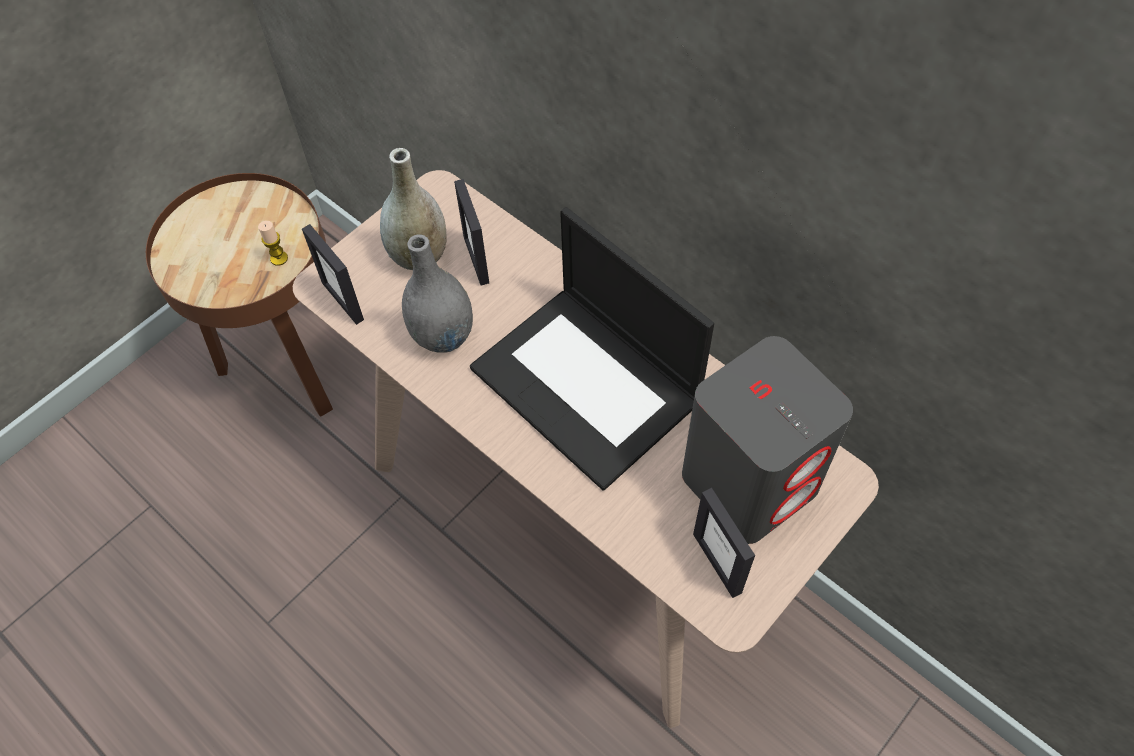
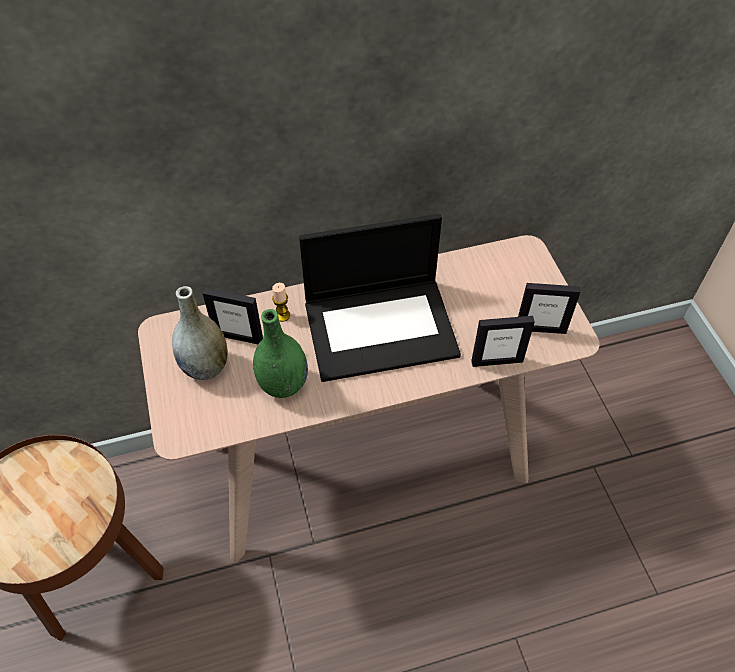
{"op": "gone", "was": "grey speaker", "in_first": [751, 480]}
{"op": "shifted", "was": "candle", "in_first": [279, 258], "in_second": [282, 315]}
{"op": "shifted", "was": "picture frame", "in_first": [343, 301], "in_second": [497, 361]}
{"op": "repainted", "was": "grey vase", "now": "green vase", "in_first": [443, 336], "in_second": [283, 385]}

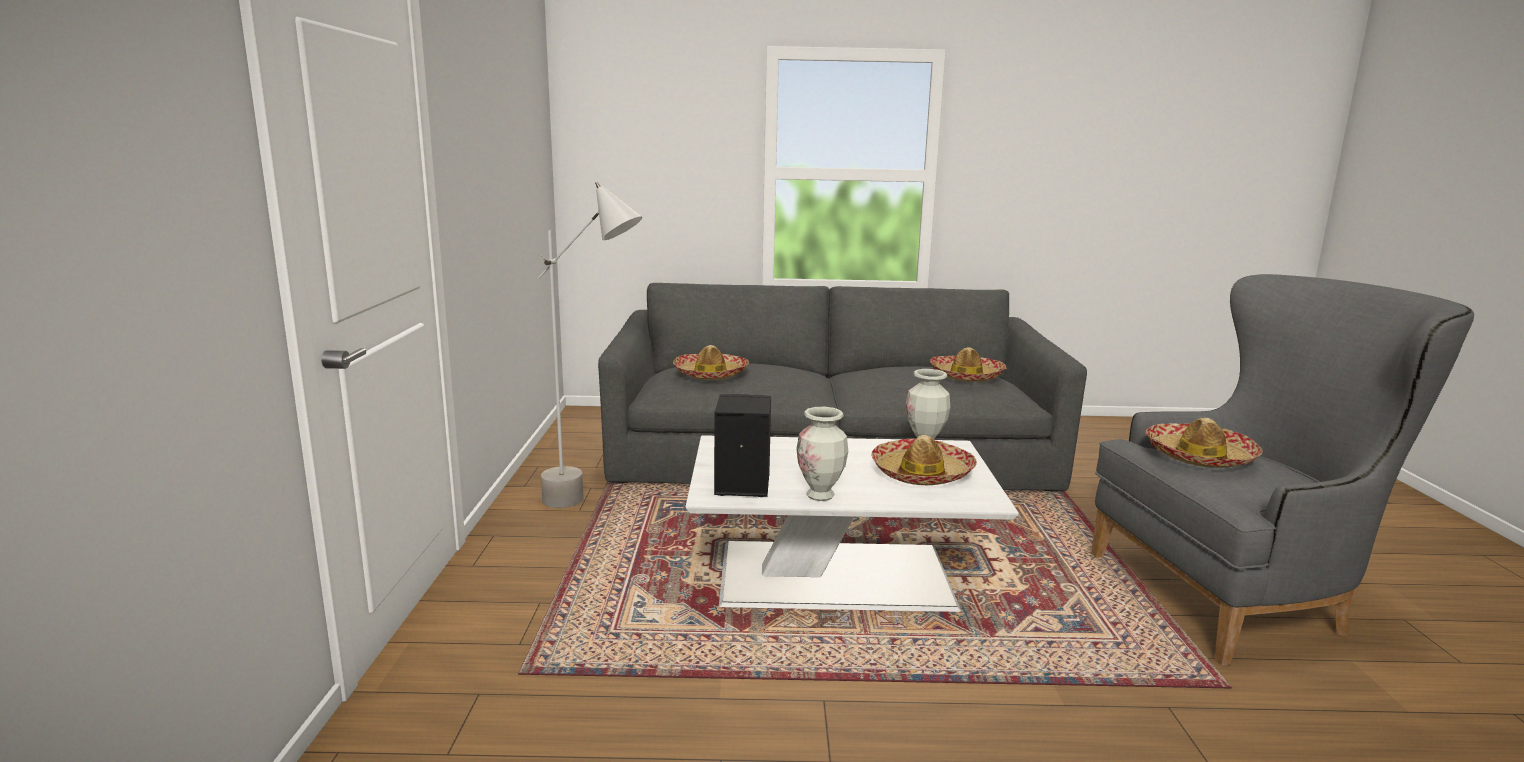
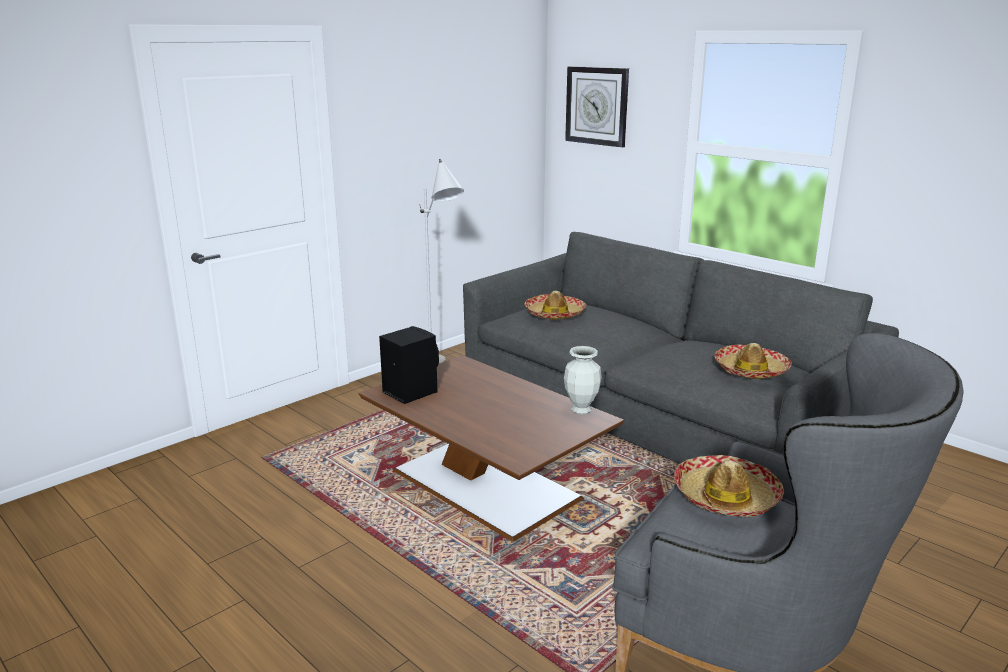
{"op": "gone", "was": "vase", "in_first": [820, 496]}
{"op": "gone", "was": "hat", "in_first": [922, 473]}
{"op": "new", "now": "wall clock", "in_second": [597, 106]}
{"op": "repainted", "was": "whitish coffee table", "now": "brownish coffee table", "in_first": [839, 576], "in_second": [488, 486]}

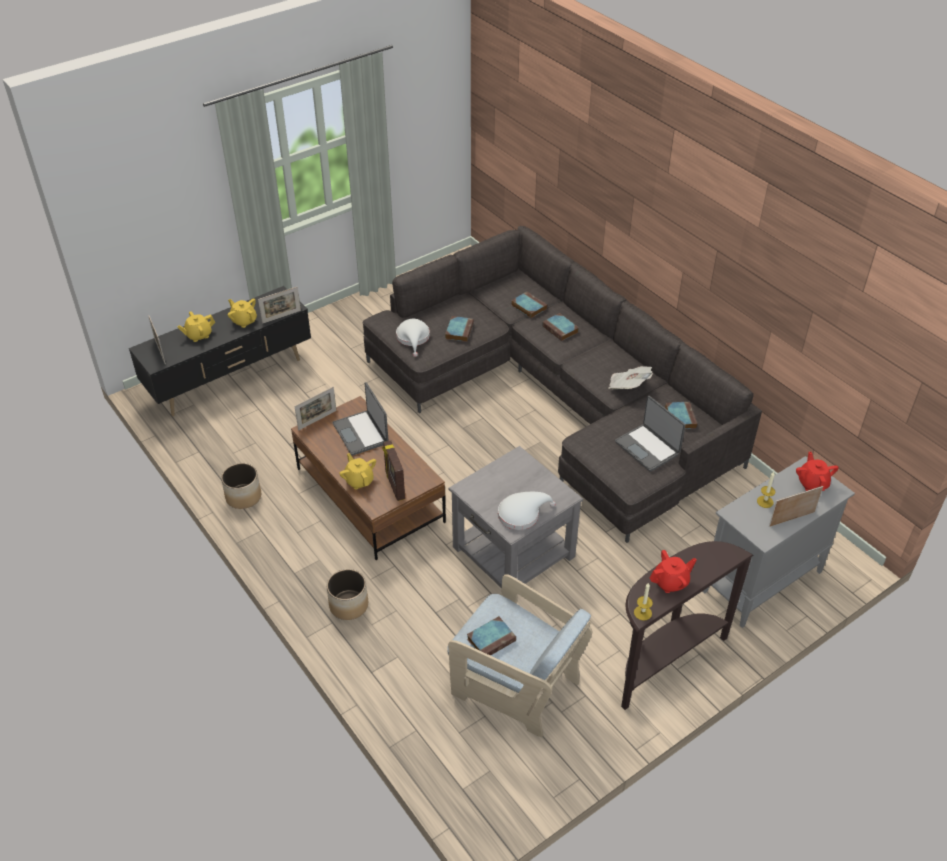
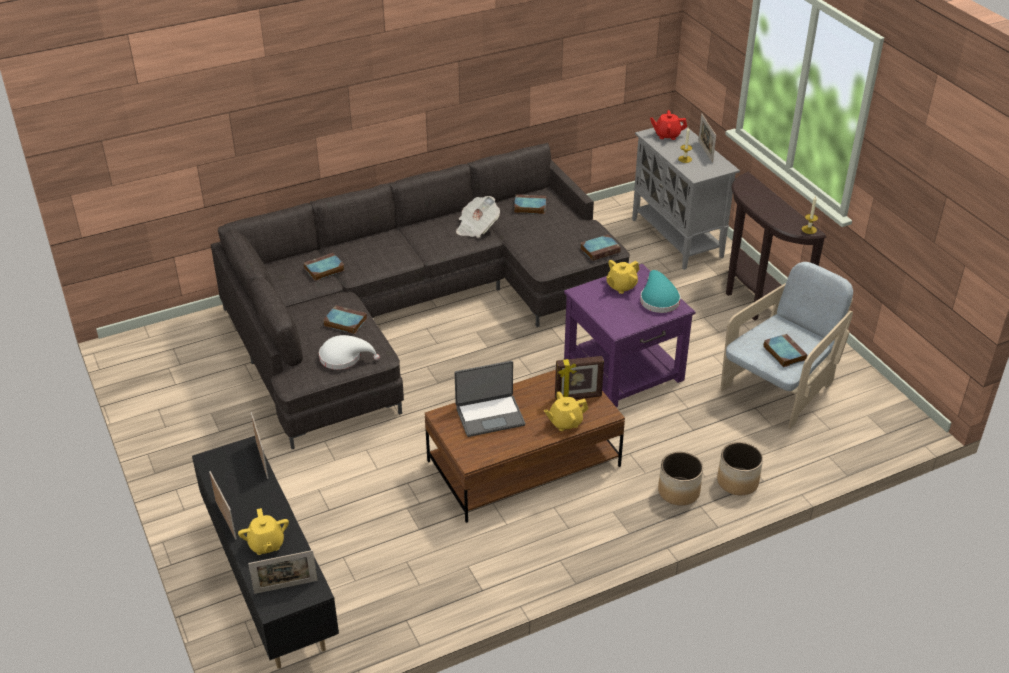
{"op": "gone", "was": "laptop", "in_first": [648, 448]}
{"op": "gone", "was": "red tea pot", "in_first": [671, 582]}
{"op": "shifted", "was": "planter", "in_first": [243, 497], "in_second": [737, 482]}
{"op": "shifted", "was": "yellow tea pot", "in_first": [244, 321], "in_second": [621, 286]}
{"op": "shifted", "was": "picture frame", "in_first": [317, 420], "in_second": [225, 519]}
{"op": "shifted", "was": "volume", "in_first": [561, 329], "in_second": [600, 250]}
{"op": "repainted", "was": "grey end table", "now": "purple end table", "in_first": [513, 552], "in_second": [623, 369]}
{"op": "repainted", "was": "whitish hat", "now": "turquoise hat", "in_first": [522, 514], "in_second": [658, 299]}

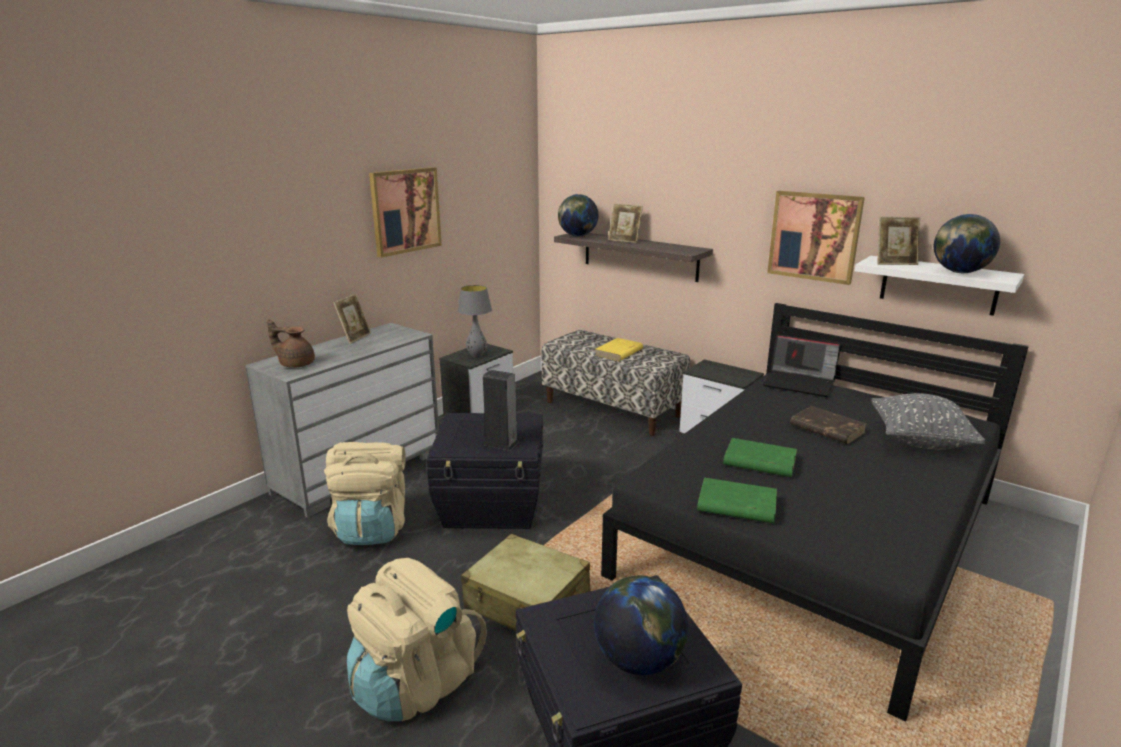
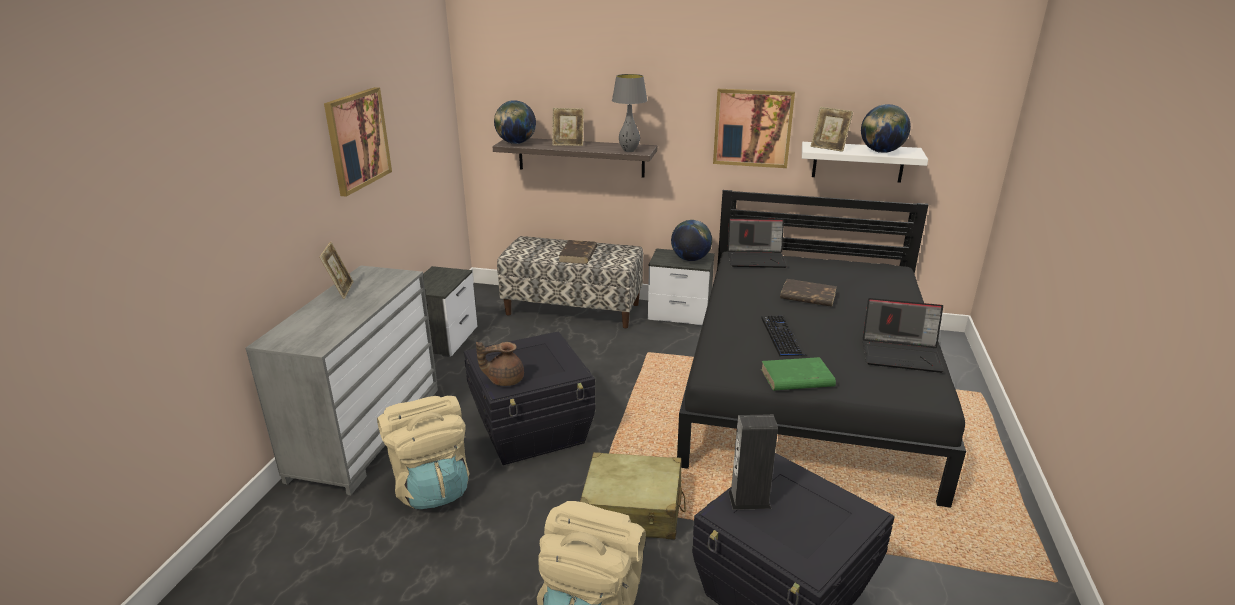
{"op": "gone", "was": "grey cushion", "in_first": [919, 441]}
{"op": "new", "now": "laptop", "in_second": [901, 354]}
{"op": "shifted", "was": "brownish tea pot", "in_first": [296, 364], "in_second": [504, 380]}
{"op": "shifted", "was": "grey table lamp", "in_first": [477, 356], "in_second": [629, 151]}
{"op": "shifted", "was": "speaker", "in_first": [501, 443], "in_second": [749, 500]}
{"op": "shifted", "was": "desk globe", "in_first": [639, 661], "in_second": [690, 259]}
{"op": "swapped", "was": "green volume", "now": "keyboard", "in_first": [759, 461], "in_second": [782, 336]}
{"op": "repainted", "was": "yellow volume", "now": "brownish volume", "in_first": [618, 352], "in_second": [578, 255]}
{"op": "rotated", "was": "picture frame", "in_first": [894, 263], "in_second": [829, 148], "clockwise": 60}

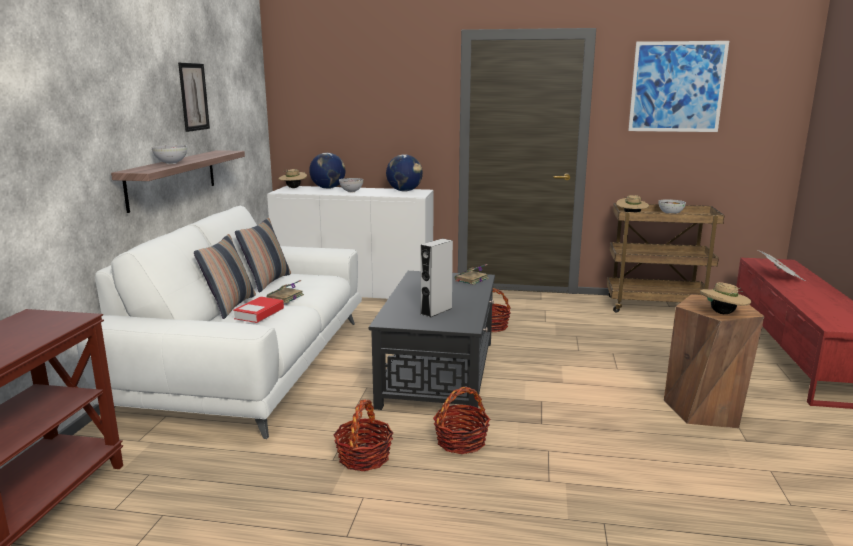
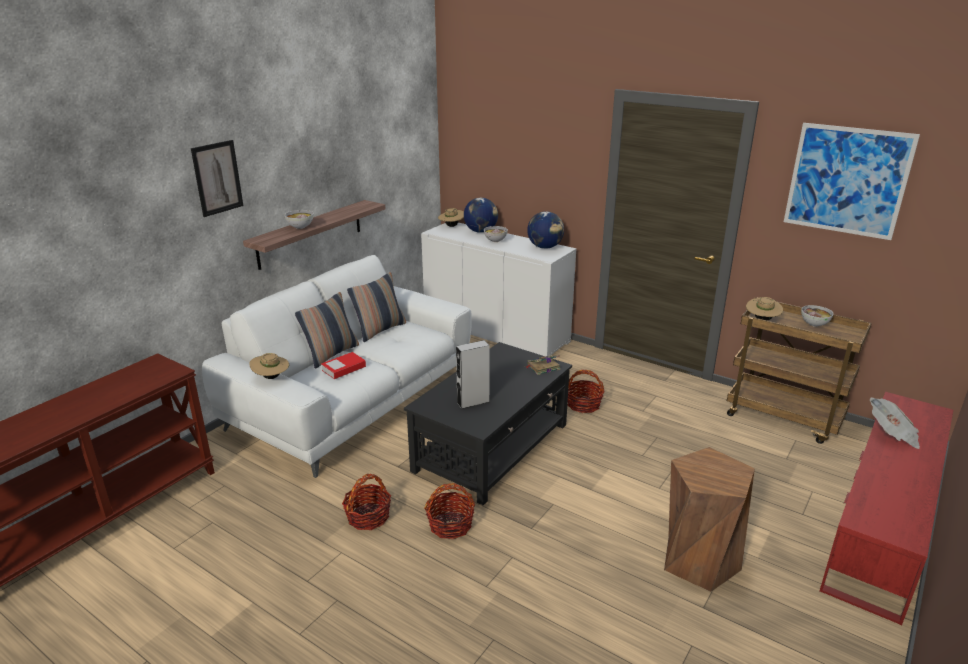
{"op": "gone", "was": "volume", "in_first": [285, 297]}
{"op": "shifted", "was": "wall art", "in_first": [193, 97], "in_second": [217, 178]}
{"op": "shifted", "was": "sand-coloured hat", "in_first": [722, 313], "in_second": [271, 377]}

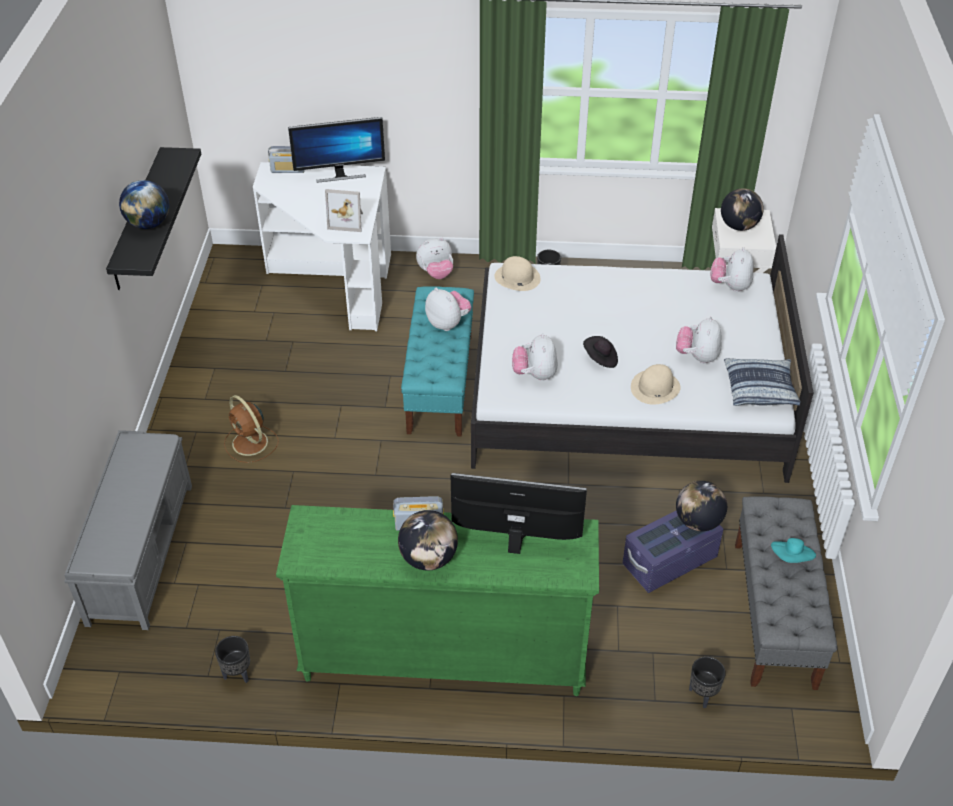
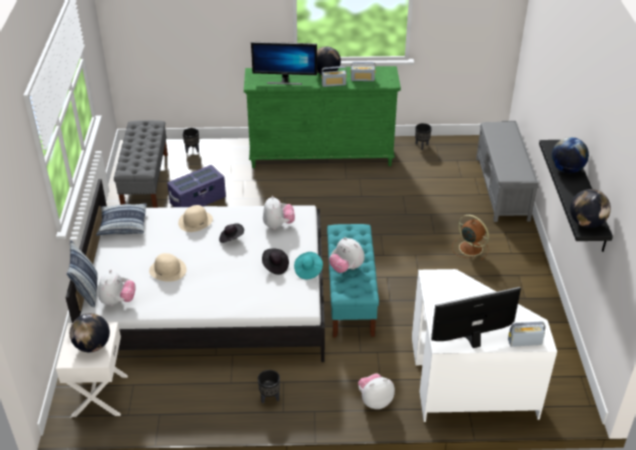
{"op": "gone", "was": "picture frame", "in_first": [347, 221]}
{"op": "gone", "was": "cuddly toy", "in_first": [697, 357]}
{"op": "new", "now": "cushion", "in_second": [87, 291]}
{"op": "new", "now": "black hat", "in_second": [275, 266]}
{"op": "new", "now": "radio receiver", "in_second": [362, 79]}
{"op": "shifted", "was": "sand-coloured hat", "in_first": [517, 277], "in_second": [168, 270]}
{"op": "shifted", "was": "desk globe", "in_first": [698, 522], "in_second": [586, 223]}
{"op": "shifted", "was": "turquoise hat", "in_first": [791, 558], "in_second": [308, 270]}

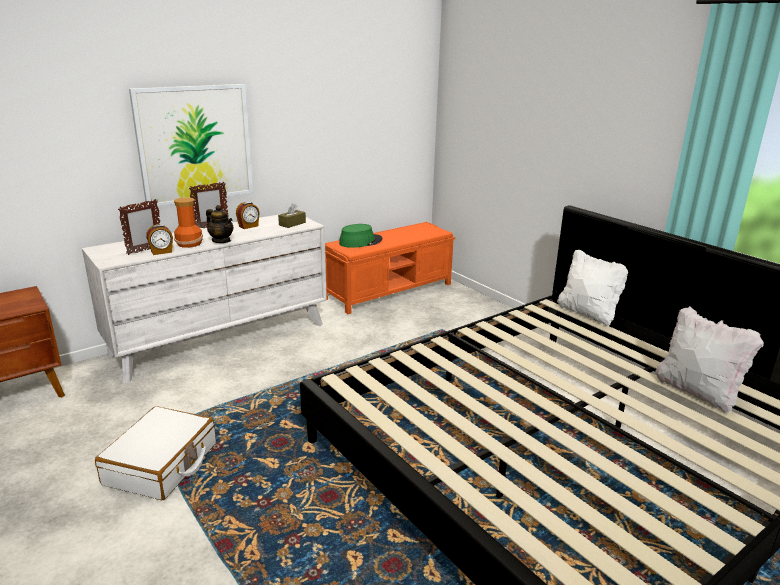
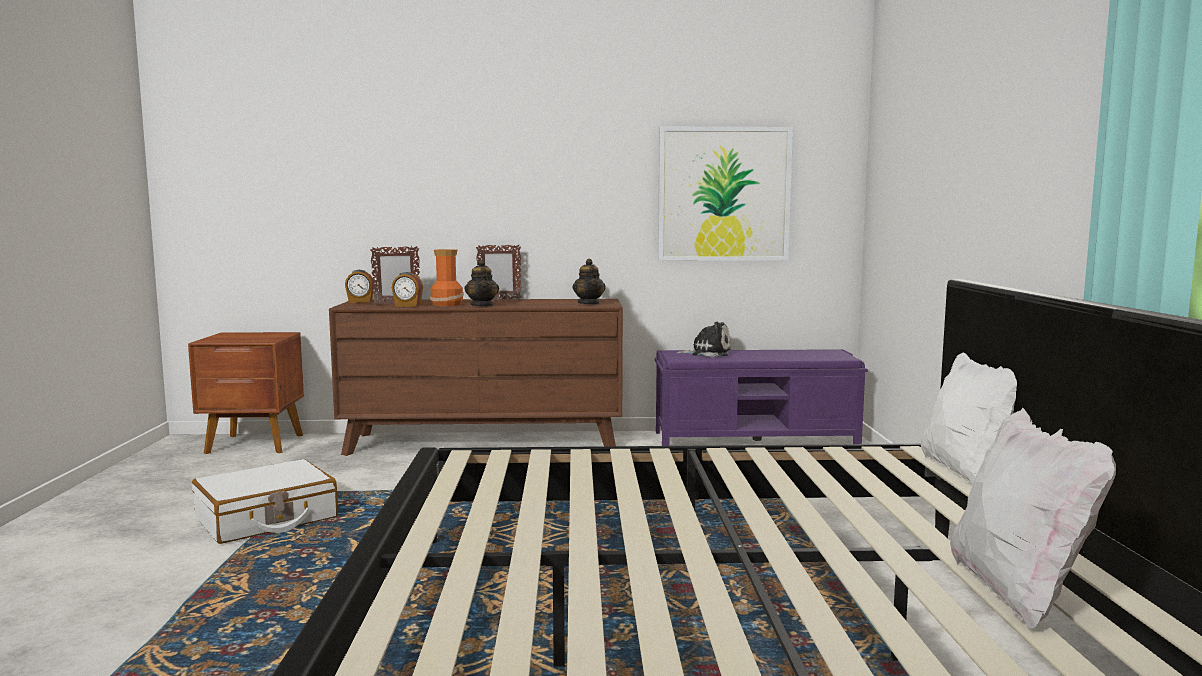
{"op": "shifted", "was": "wall art", "in_first": [195, 144], "in_second": [724, 194]}
{"op": "shifted", "was": "alarm clock", "in_first": [248, 226], "in_second": [360, 302]}
{"op": "swapped", "was": "brownish tissue box", "now": "tea pot", "in_first": [292, 224], "in_second": [589, 303]}
{"op": "swapped", "was": "green hat", "now": "cuddly toy", "in_first": [360, 241], "in_second": [708, 353]}
{"op": "repainted", "was": "whitish dresser", "now": "brownish dresser", "in_first": [221, 339], "in_second": [484, 443]}
{"op": "repainted", "was": "orange-coloured indoor bench", "now": "purple indoor bench", "in_first": [390, 291], "in_second": [756, 439]}

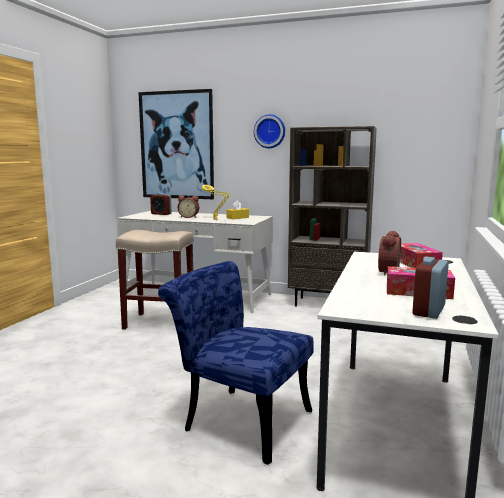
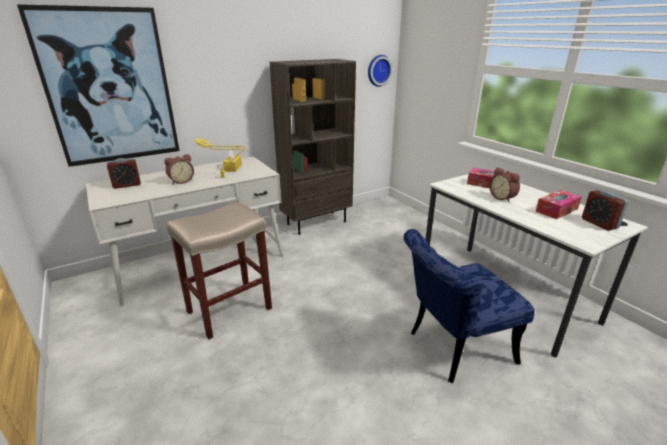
{"op": "shifted", "was": "wall clock", "in_first": [270, 131], "in_second": [378, 70]}

